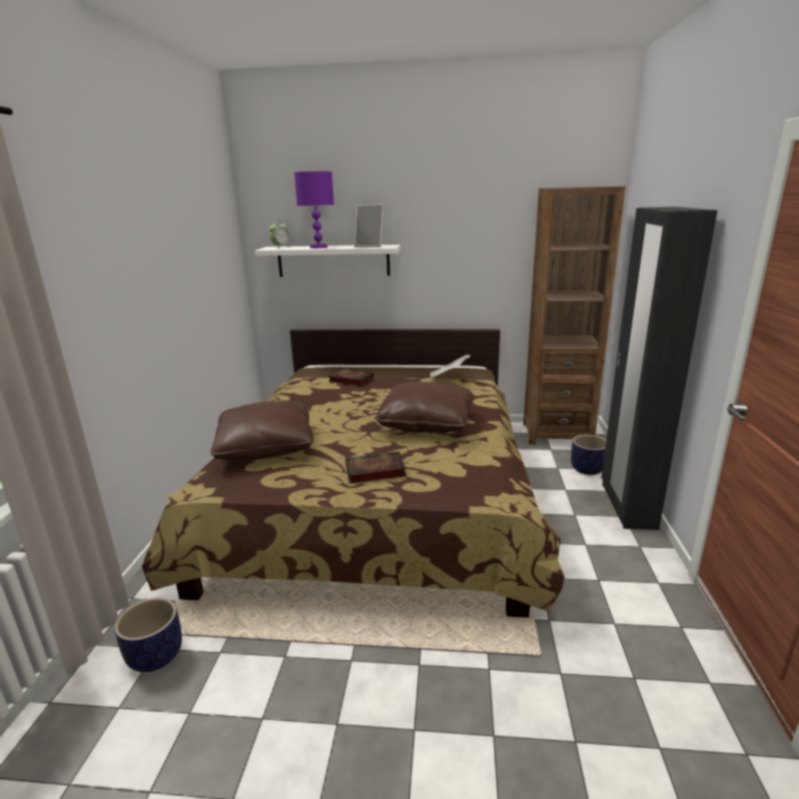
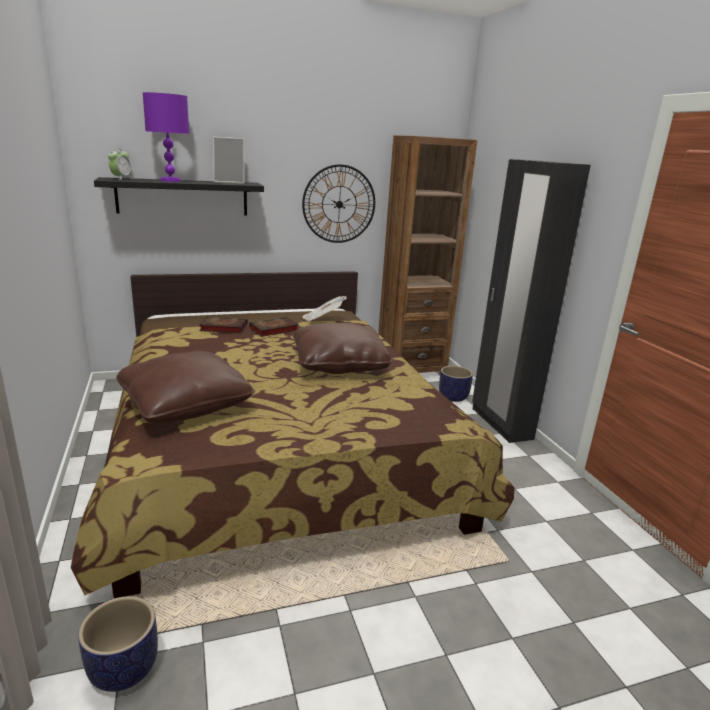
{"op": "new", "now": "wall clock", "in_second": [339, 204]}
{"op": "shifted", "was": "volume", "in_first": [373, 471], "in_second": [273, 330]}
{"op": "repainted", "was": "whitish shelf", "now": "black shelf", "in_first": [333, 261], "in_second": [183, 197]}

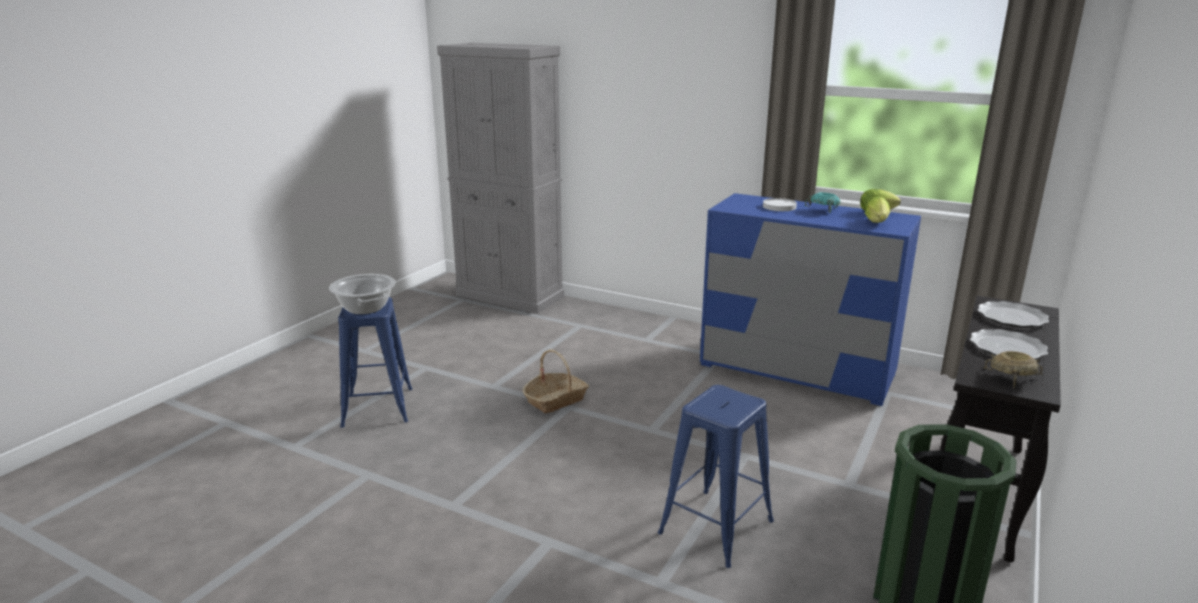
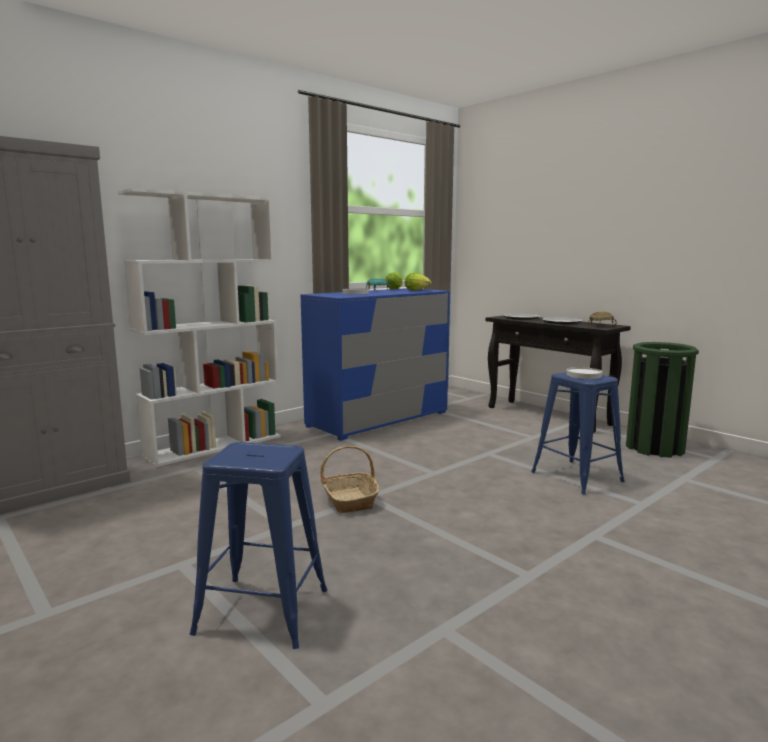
{"op": "gone", "was": "cooking pot", "in_first": [365, 308]}
{"op": "new", "now": "whitish shelving unit", "in_second": [214, 446]}
{"op": "new", "now": "whitish dinner plate", "in_second": [584, 375]}

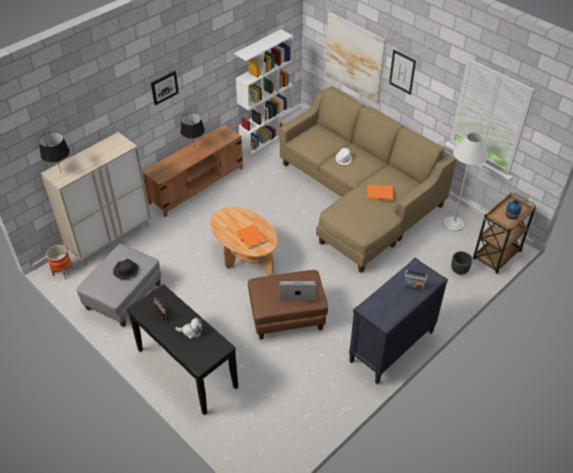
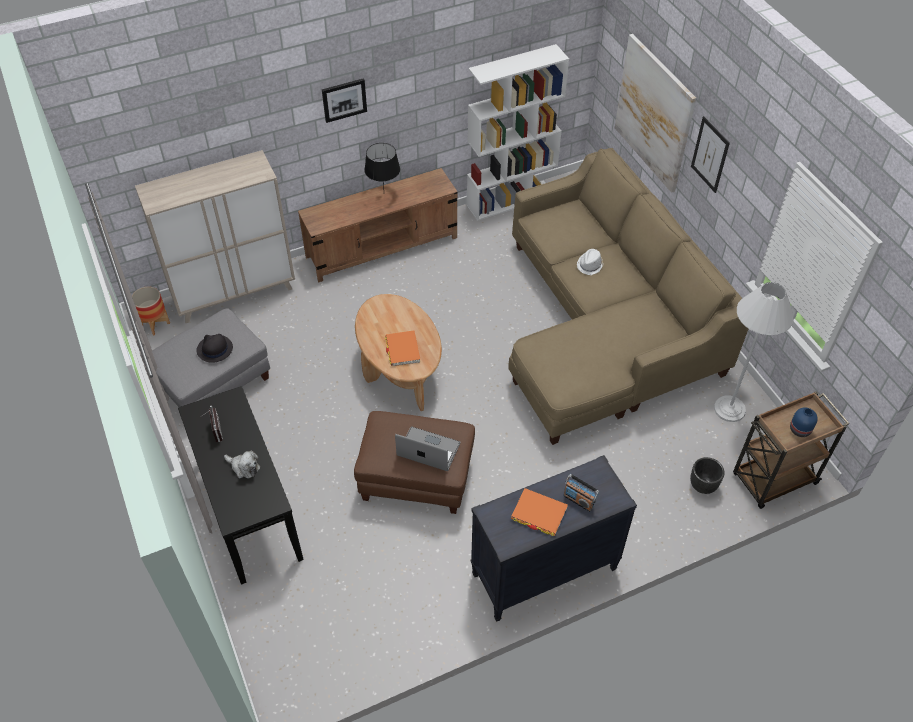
{"op": "gone", "was": "black table lamp", "in_first": [61, 172]}
{"op": "shifted", "was": "orange-coloured volume", "in_first": [380, 194], "in_second": [539, 514]}

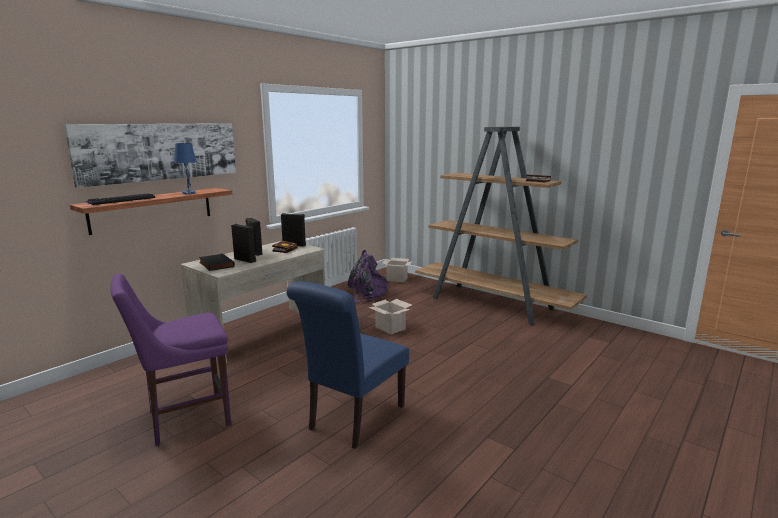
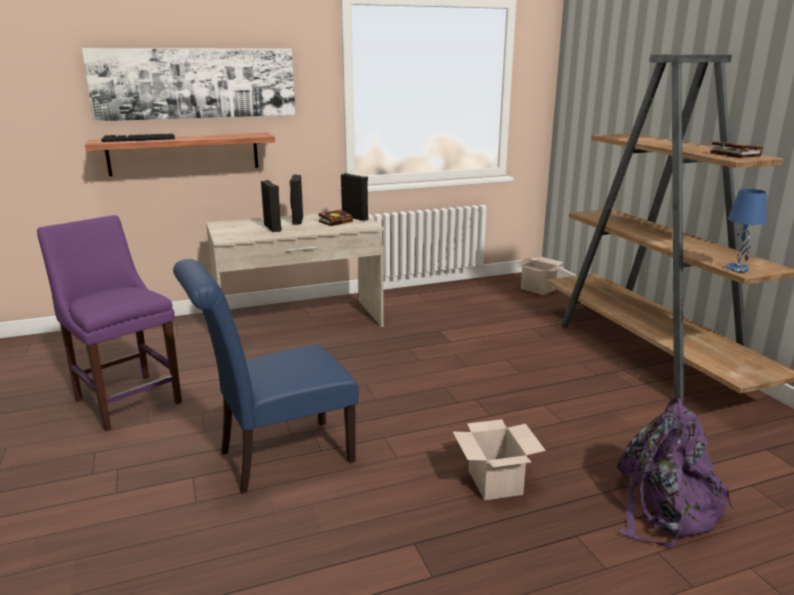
{"op": "gone", "was": "black volume", "in_first": [215, 264]}
{"op": "shifted", "was": "blue-coloured table lamp", "in_first": [189, 193], "in_second": [737, 269]}
{"op": "shifted", "was": "purple backpack", "in_first": [367, 294], "in_second": [665, 508]}
{"op": "shifted", "was": "cardboard box", "in_first": [391, 328], "in_second": [496, 483]}
{"op": "rotated", "was": "purple plain chair", "in_first": [184, 419], "in_second": [126, 399], "clockwise": 45}

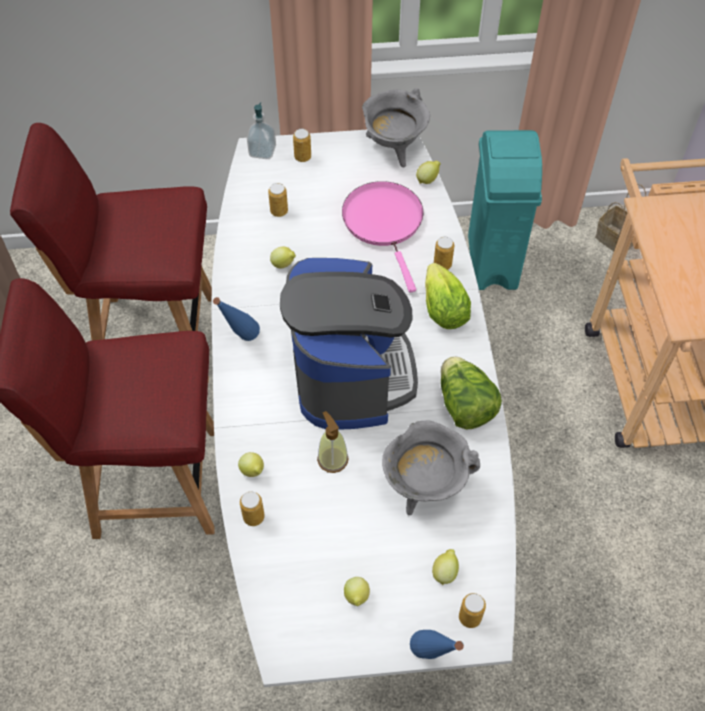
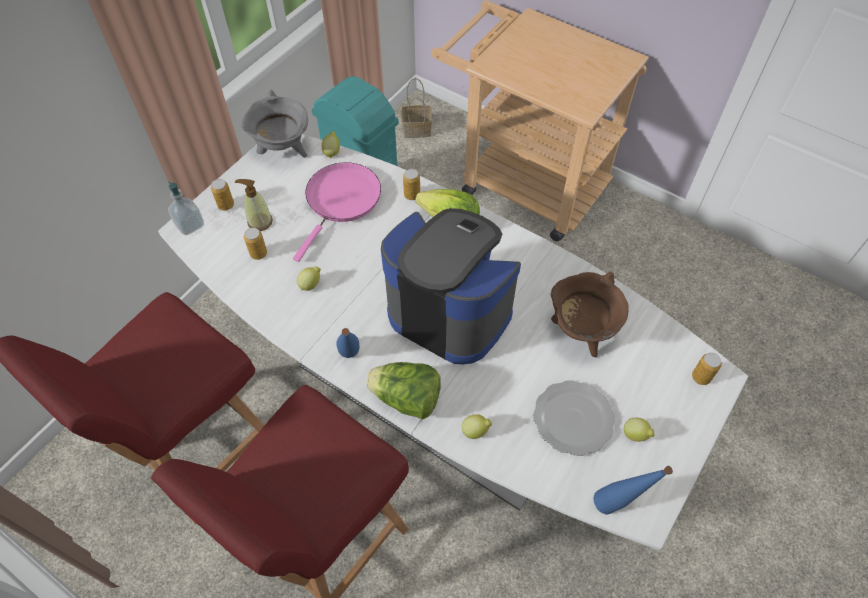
{"op": "gone", "was": "can", "in_first": [253, 517]}
{"op": "gone", "was": "whole lemon", "in_first": [445, 572]}
{"op": "new", "now": "dinner plate", "in_second": [573, 420]}
{"op": "shifted", "was": "soap bottle", "in_first": [332, 459], "in_second": [260, 222]}
{"op": "shifted", "was": "blue-coloured drink bottle", "in_first": [432, 658], "in_second": [618, 504]}
{"op": "shifted", "was": "lettuce", "in_first": [464, 405], "in_second": [406, 399]}
{"op": "repainted", "was": "grey cooking pot", "now": "brownish cooking pot", "in_first": [425, 487], "in_second": [581, 332]}
{"op": "rotated", "was": "pink pan", "in_first": [384, 223], "in_second": [341, 200], "clockwise": 90}

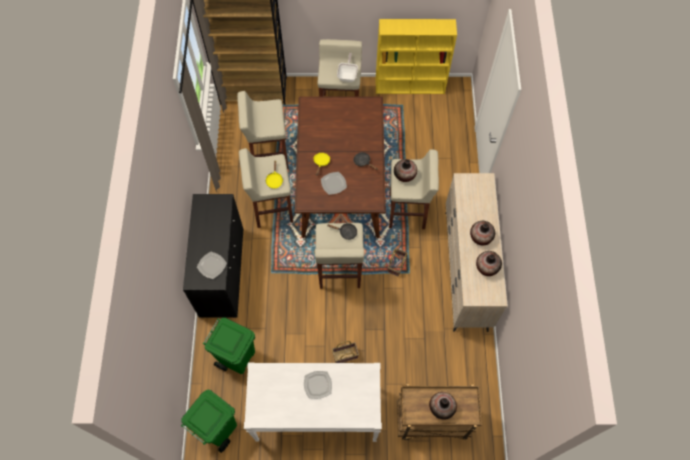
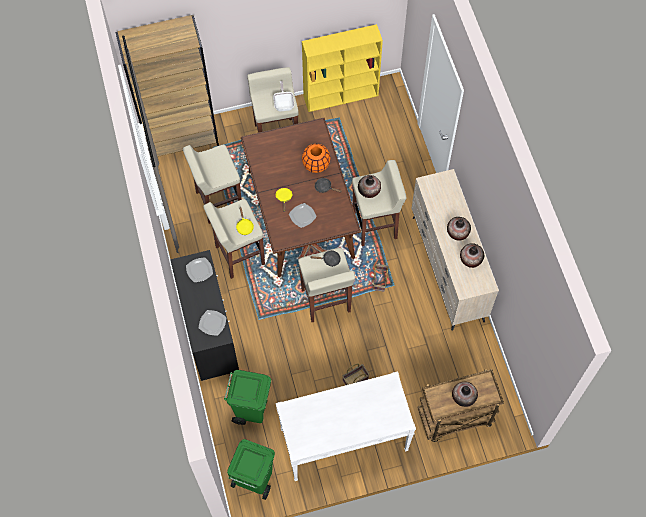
{"op": "new", "now": "orange-coloured vase", "in_second": [316, 164]}
{"op": "shifted", "was": "dinner plate", "in_first": [318, 385], "in_second": [199, 270]}

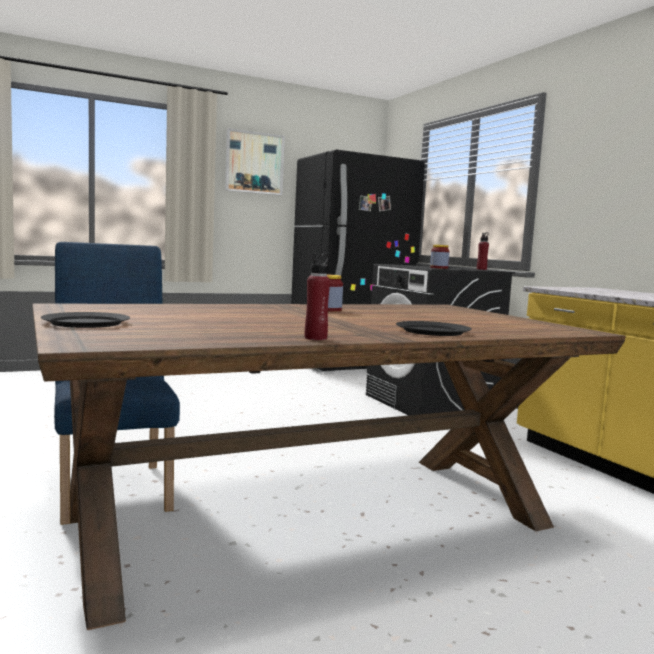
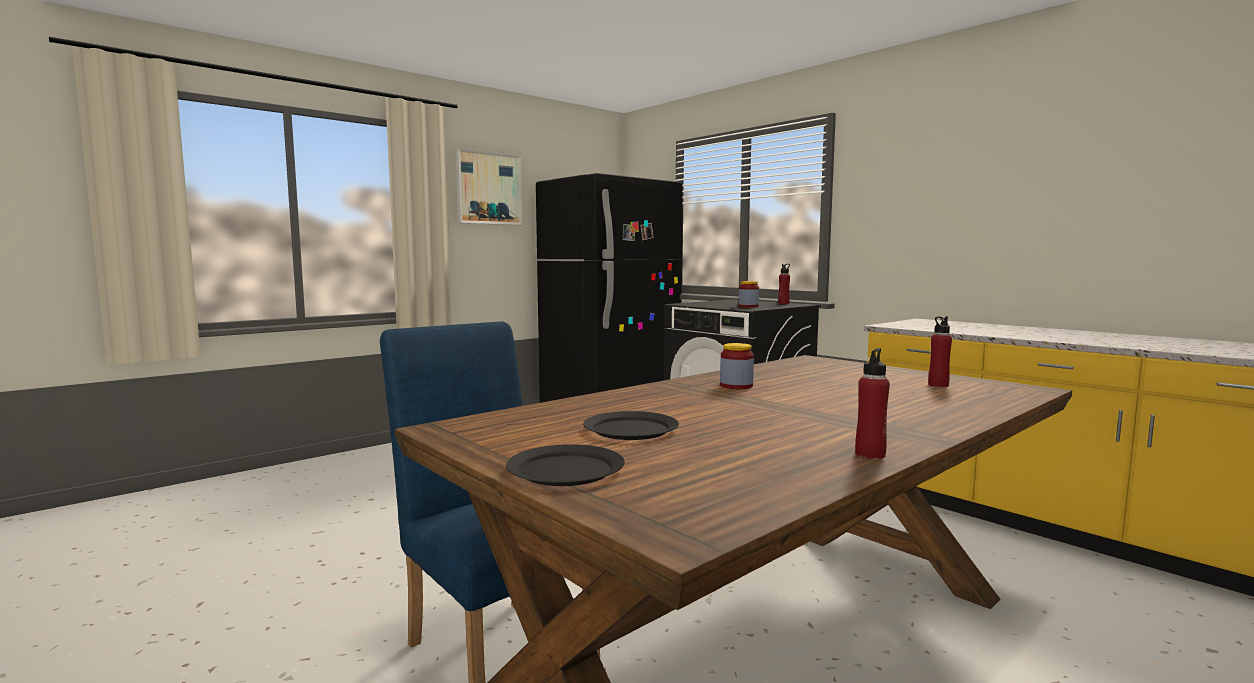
{"op": "new", "now": "red drink bottle", "in_second": [938, 385]}
{"op": "shifted", "was": "black dinner plate", "in_first": [433, 331], "in_second": [631, 429]}

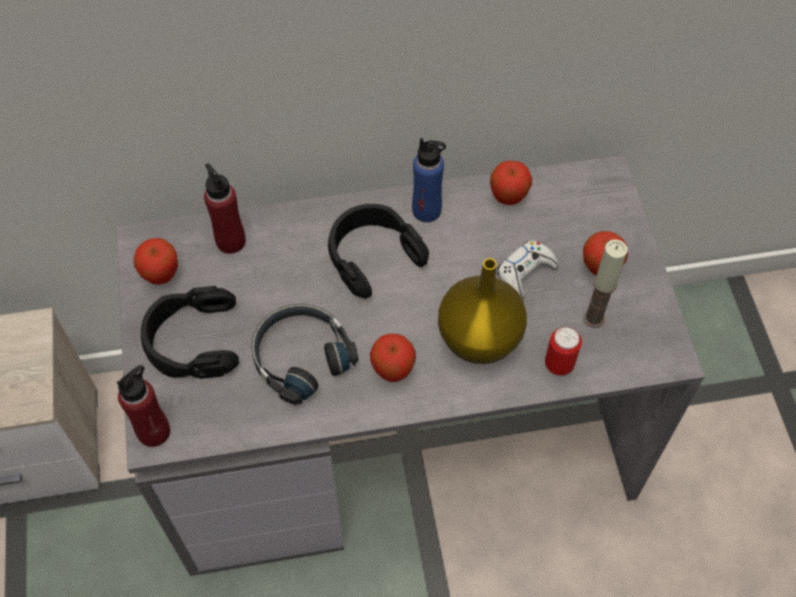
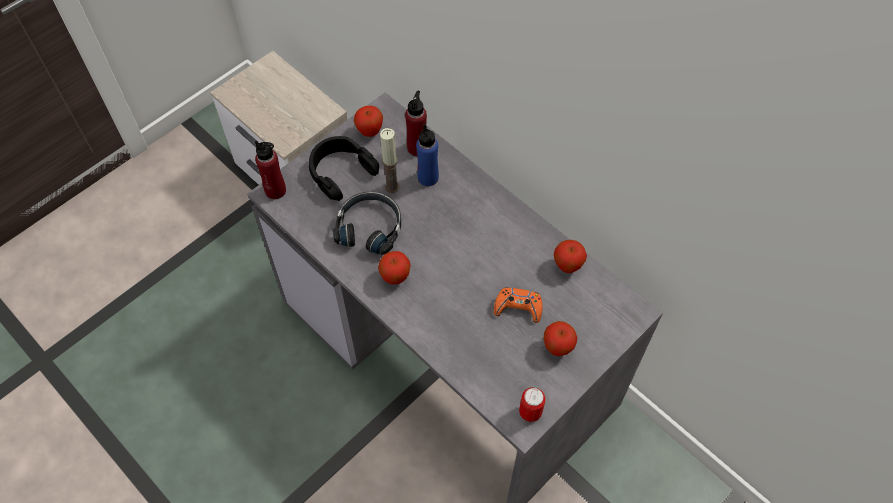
{"op": "gone", "was": "black headset", "in_first": [372, 255]}
{"op": "gone", "was": "yellow vase", "in_first": [478, 341]}
{"op": "shifted", "was": "blue-coloured drink bottle", "in_first": [426, 210], "in_second": [428, 178]}
{"op": "shifted", "was": "can", "in_first": [559, 364], "in_second": [530, 412]}
{"op": "shifted", "was": "candle", "in_first": [593, 318], "in_second": [392, 187]}
{"op": "repainted", "was": "whitish game controller", "now": "orange-coloured game controller", "in_first": [525, 274], "in_second": [518, 307]}

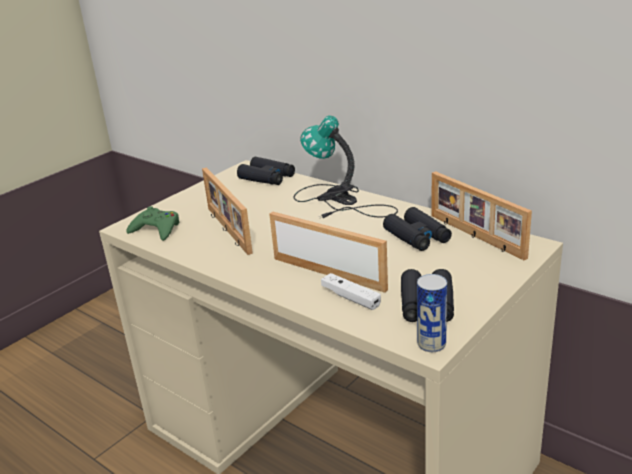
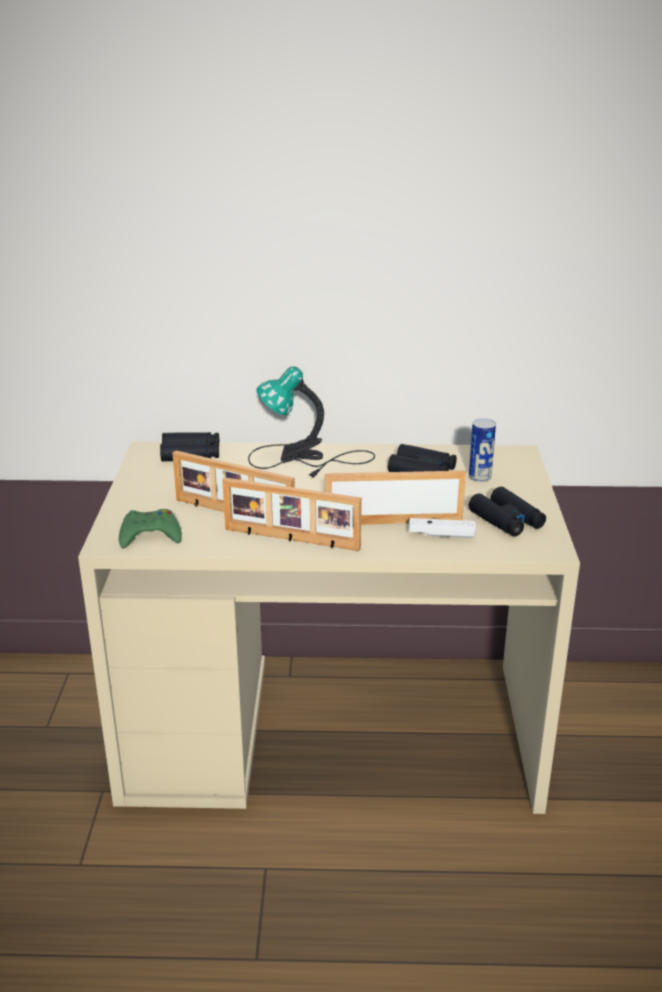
{"op": "shifted", "was": "can", "in_first": [431, 344], "in_second": [480, 477]}
{"op": "shifted", "was": "picture frame", "in_first": [475, 236], "in_second": [291, 540]}

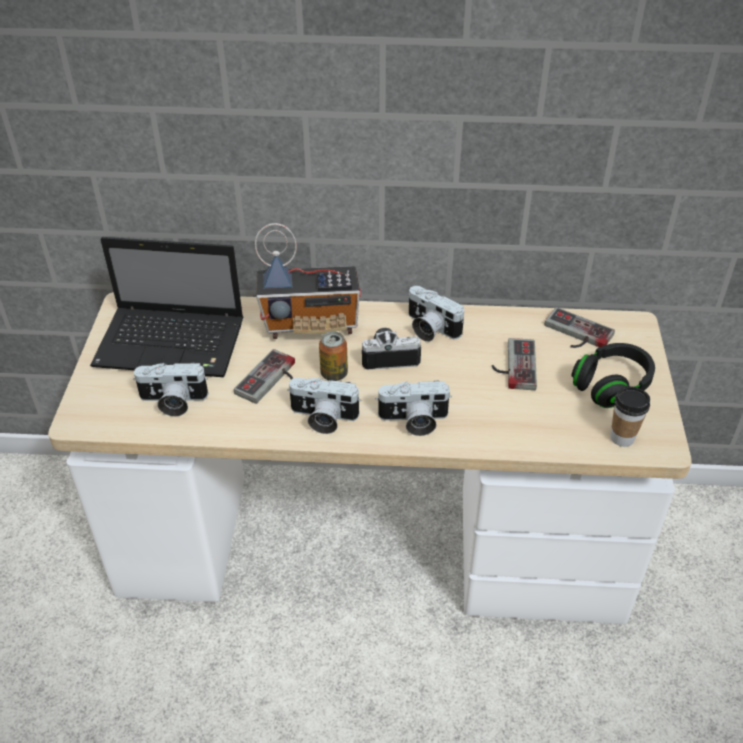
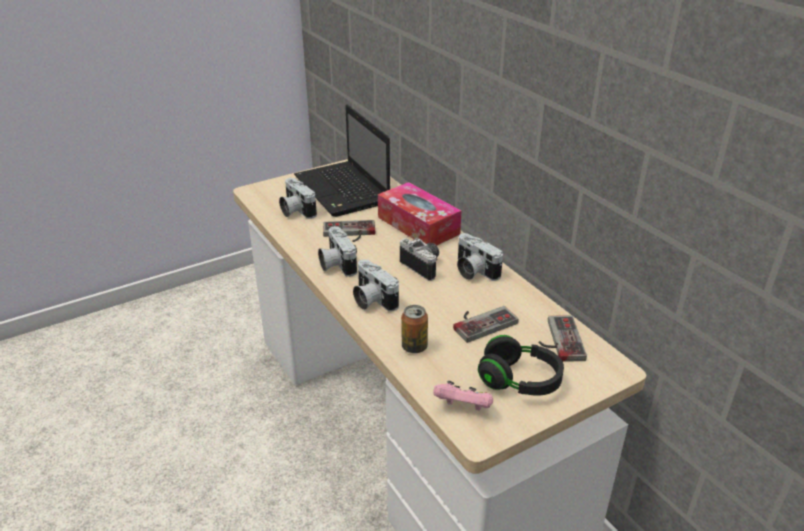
{"op": "shifted", "was": "can", "in_first": [334, 374], "in_second": [414, 347]}
{"op": "swapped", "was": "radio receiver", "now": "tissue box", "in_first": [311, 324], "in_second": [418, 225]}
{"op": "swapped", "was": "cup", "now": "pink game controller", "in_first": [622, 438], "in_second": [463, 408]}
{"op": "rotated", "was": "still camera", "in_first": [429, 329], "in_second": [473, 271], "clockwise": -45}

